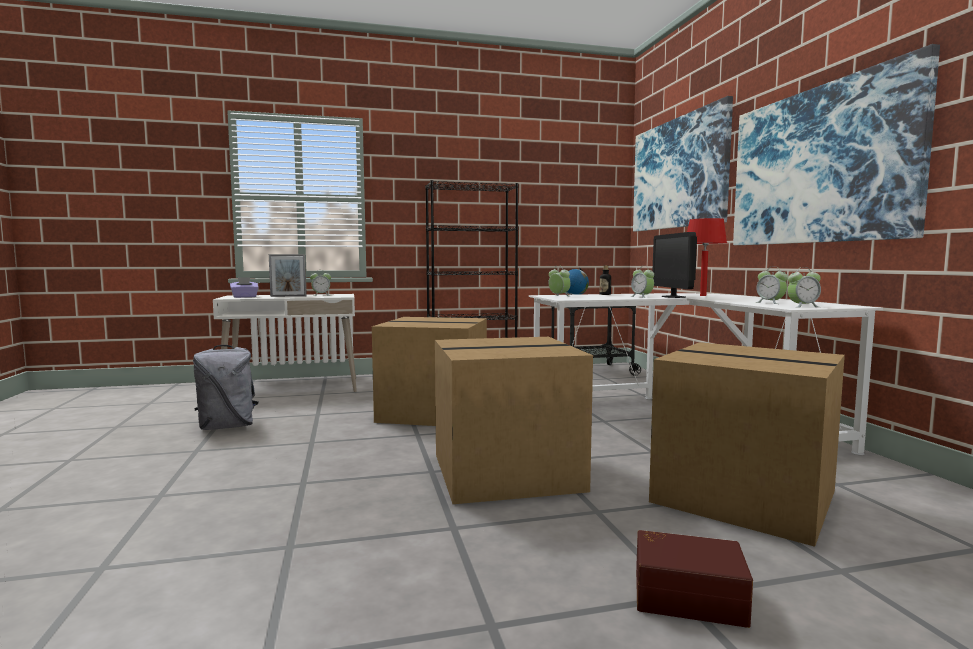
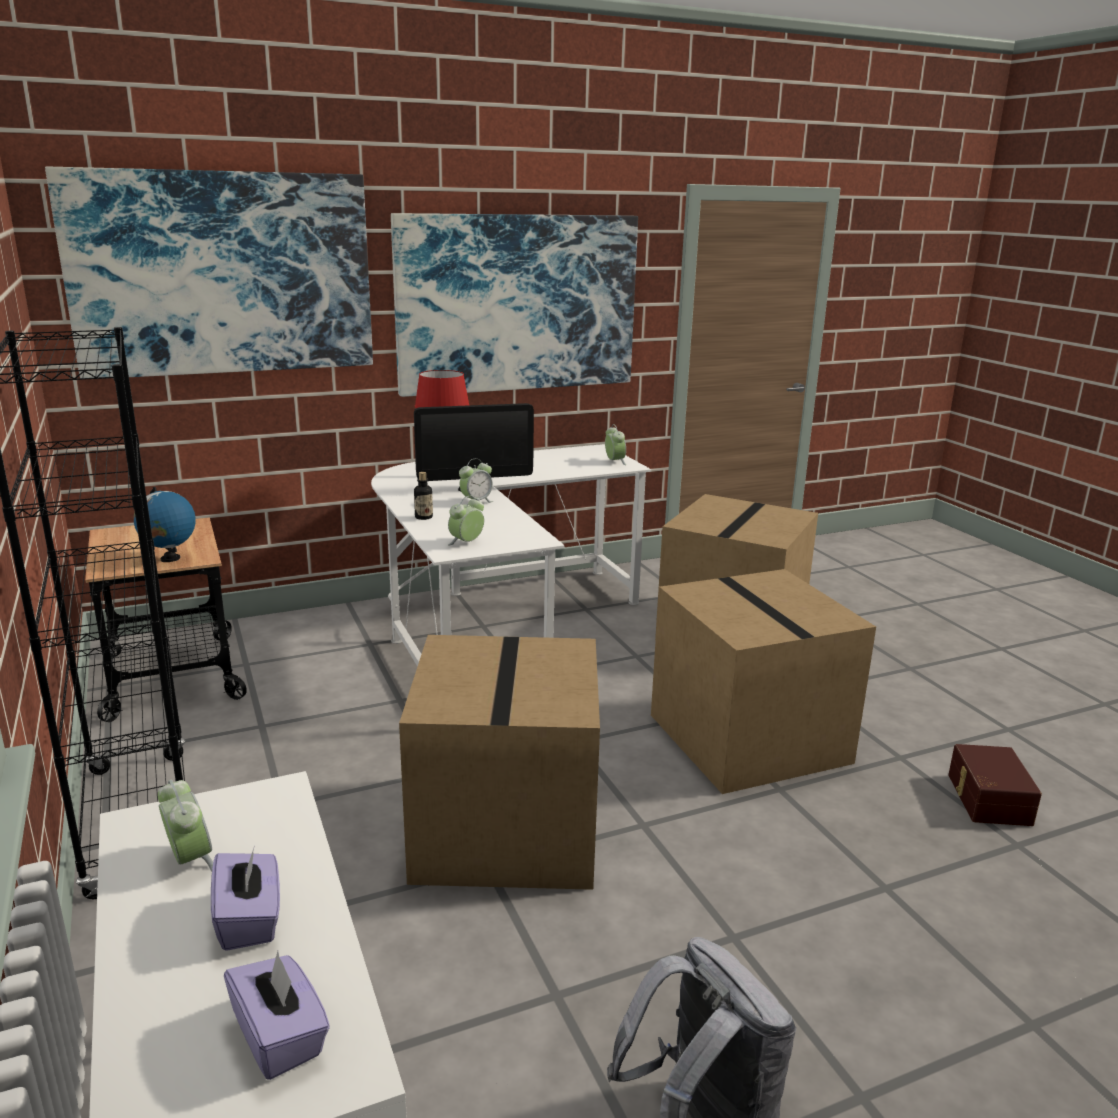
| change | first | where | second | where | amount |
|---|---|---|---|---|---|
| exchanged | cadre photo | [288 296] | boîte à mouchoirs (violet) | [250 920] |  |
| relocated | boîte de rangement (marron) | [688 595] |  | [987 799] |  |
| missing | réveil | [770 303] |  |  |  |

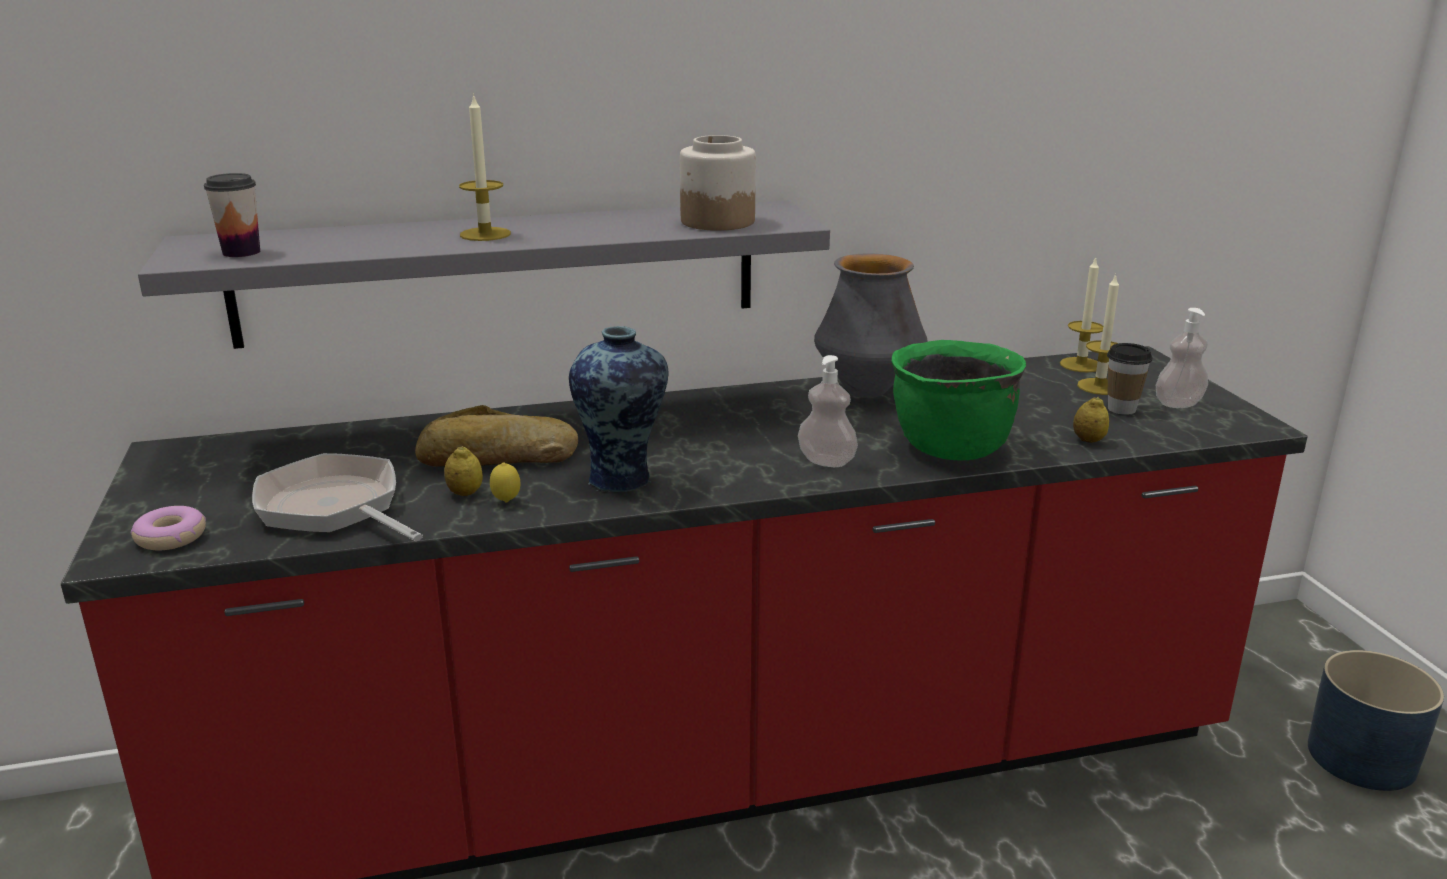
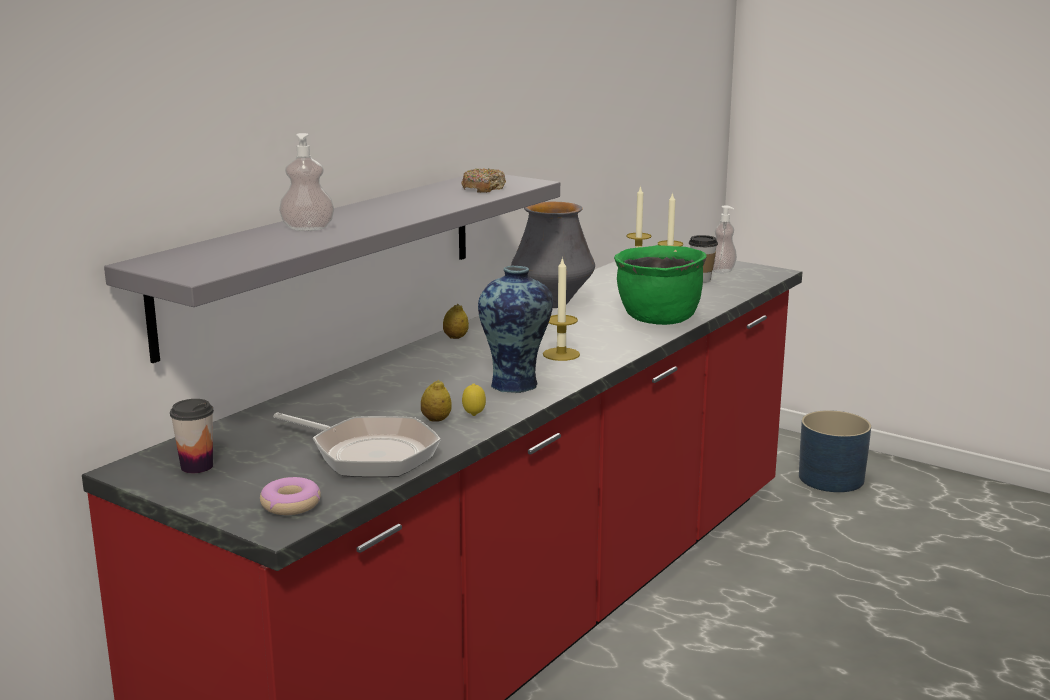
| change | first | where | second | where | amount |
|---|---|---|---|---|---|
| relocated | tasse | [241 252] |  | [197 466] |  |
| spun | poêle | [335 508] |  | [368 454] | 150 degrees counterclockwise |
| missing | pain | [497 458] |  |  |  |
| relocated | bougie | [485 234] |  | [561 354] |  |
| exchanged | bocal | [717 221] | beignet | [483 188] |  |
| relocated | distributeur de savon | [826 461] |  | [307 229] |  |
| relocated | citron | [1088 440] |  | [455 337] |  |

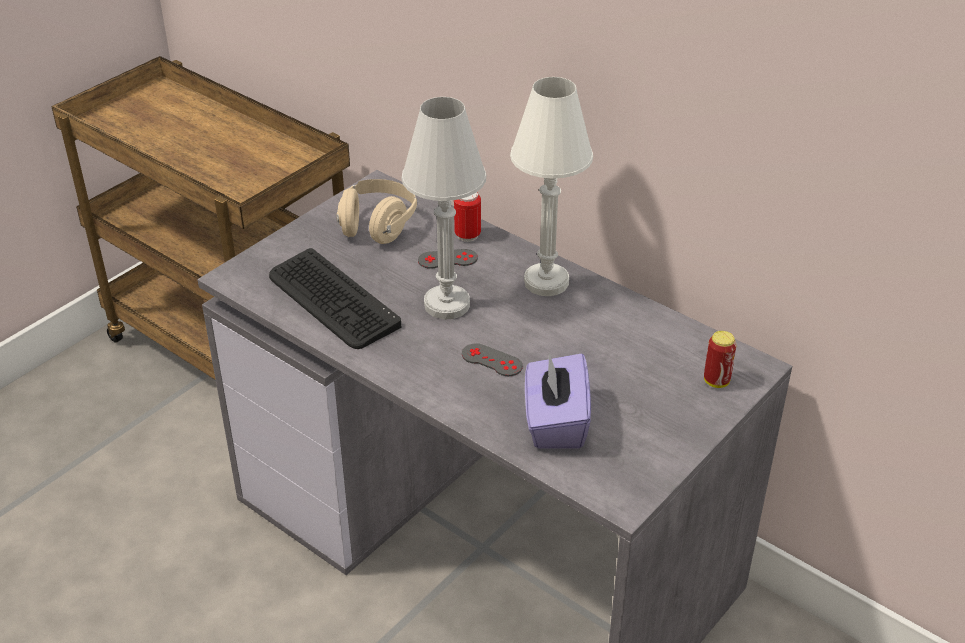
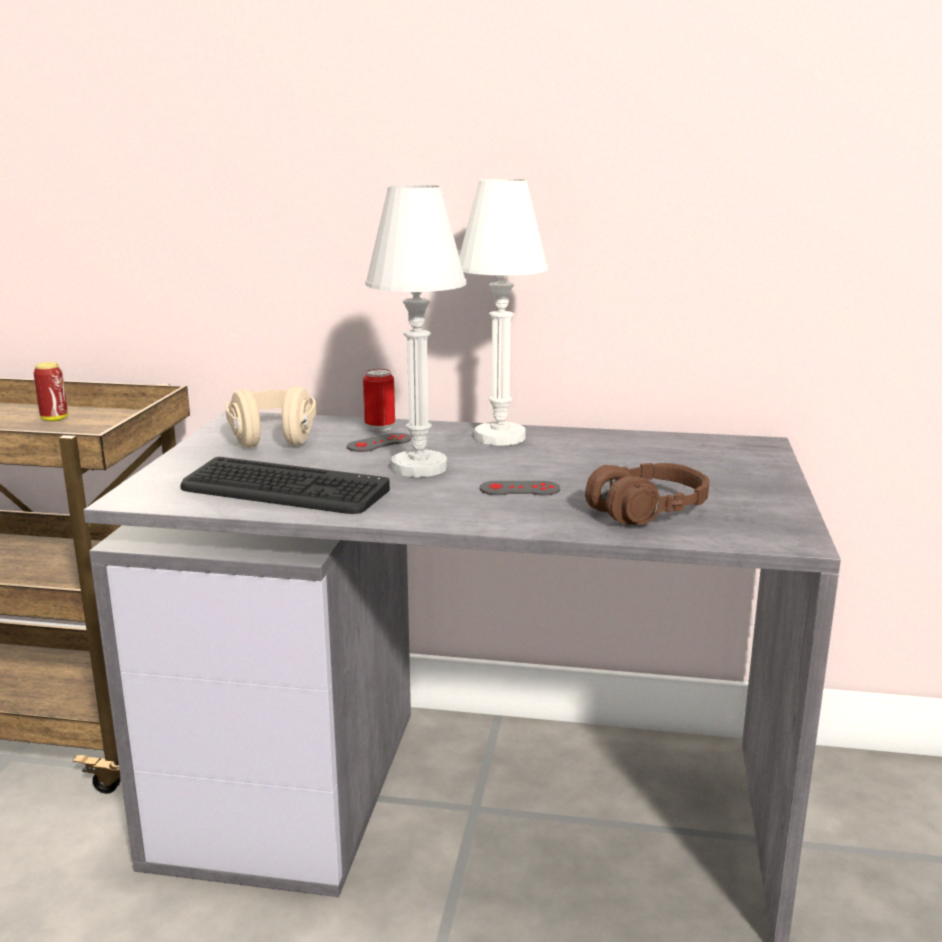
| change | first | where | second | where | amount |
|---|---|---|---|---|---|
| exchanged | boîte à mouchoirs (violet) | [555 423] | casque audio (marron) | [646 510] |  |
| relocated | boîte métallique | [716 381] |  | [54 419] |  |

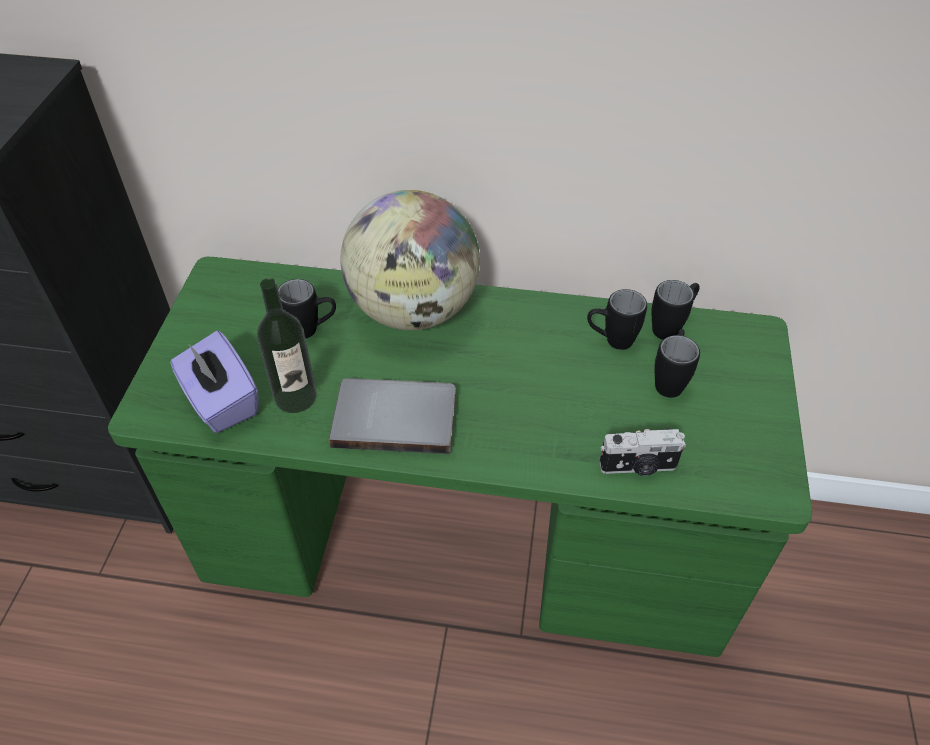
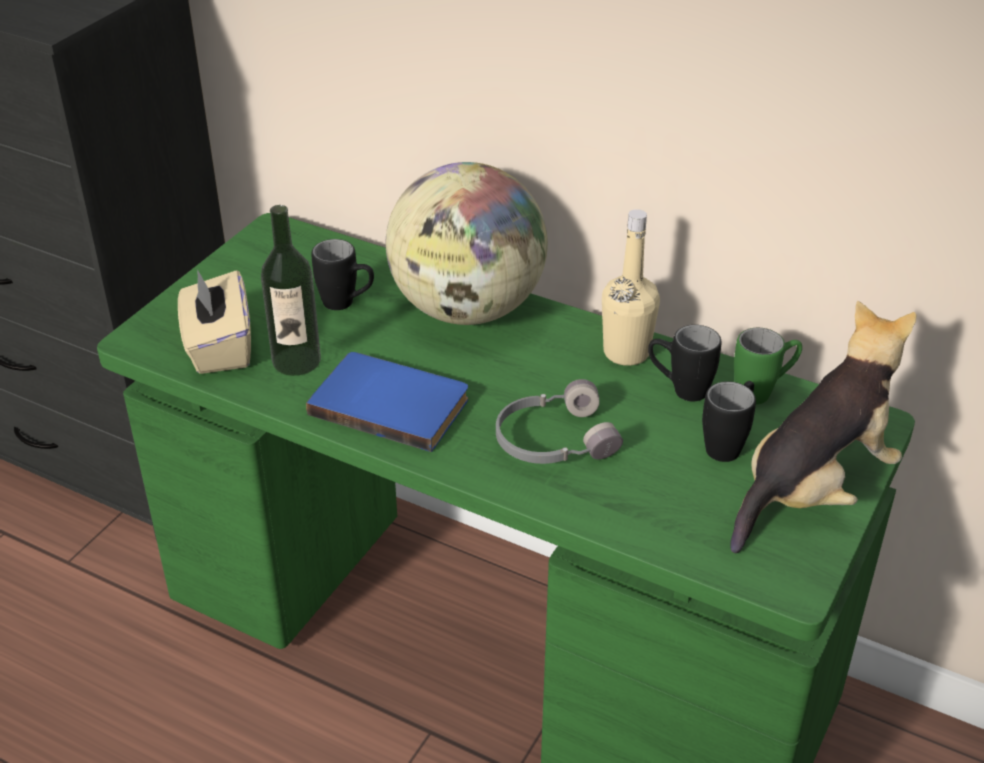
| change | first | where | second | where | amount |
|---|---|---|---|---|---|
| colour | boîte à mouchoirs (violet) | [221 401] | boîte à mouchoirs (beige) | [219 347] |  |
| colour | livre (gris) | [395 416] | livre (bleu) | [392 403] |  |
| missing | appareil photo | [638 467] |  |  |  |
| colour | mug (noir) | [671 326] | mug (vert) | [763 392] |  |
| appeared |  |  | casque audio (gris) | [553 439] |  |
| appeared |  |  | bouteille (beige) | [626 353] |  |
| appeared |  |  | peluche | [813 489] |  |

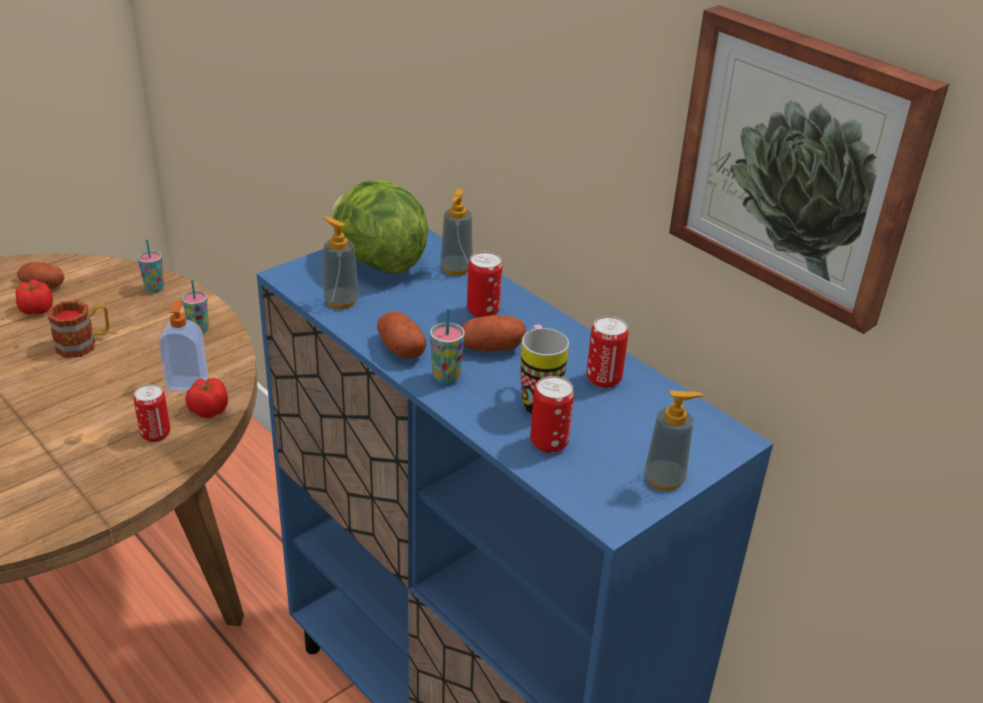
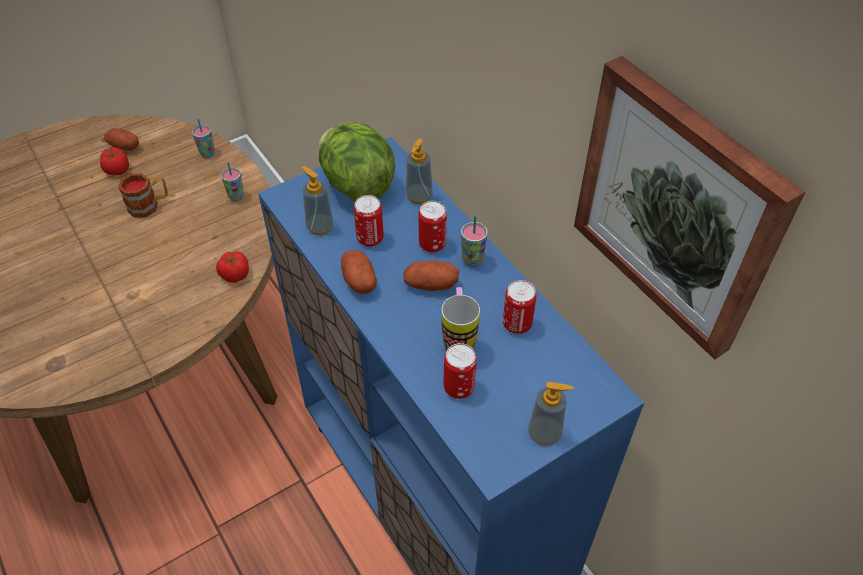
| change | first | where | second | where | amount |
|---|---|---|---|---|---|
| relocated | boîte métallique | [155 434] |  | [370 238] |  |
| missing | distributeur de savon | [188 383] |  |  |  |
| relocated | tasse | [446 377] |  | [472 260] |  |

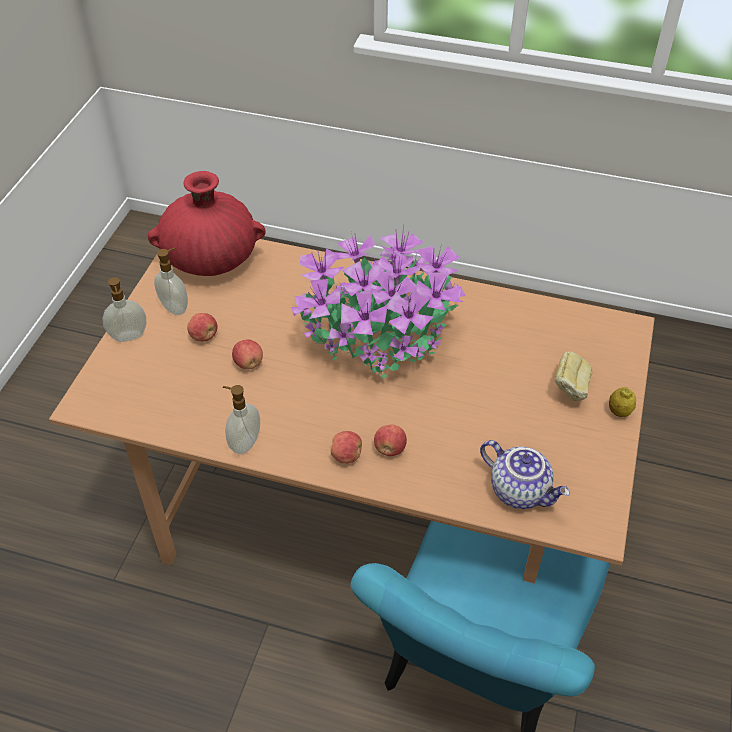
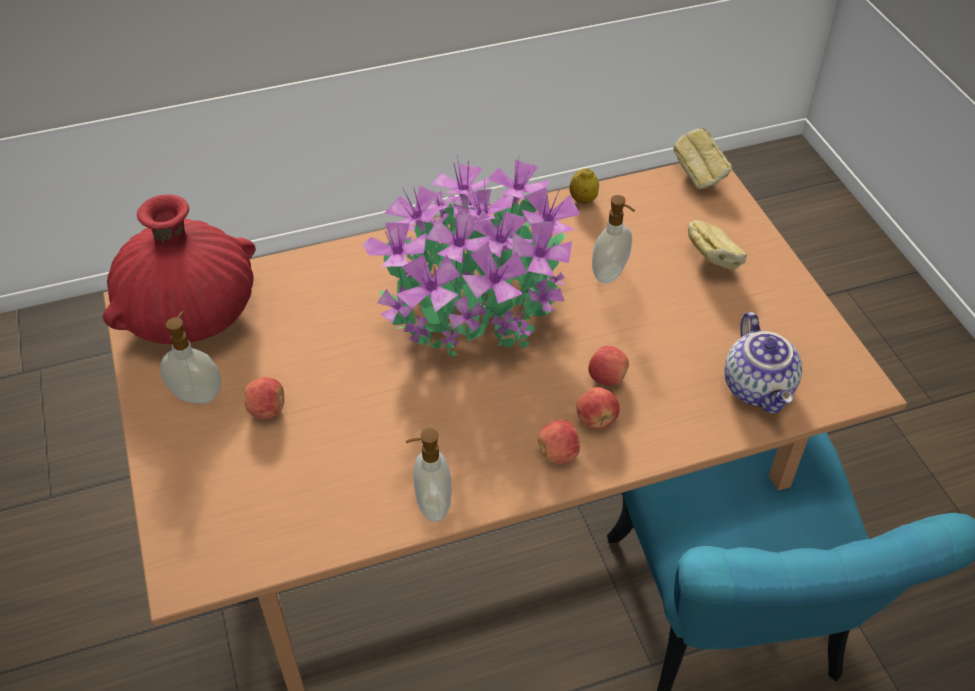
| change | first | where | second | where | amount |
|---|---|---|---|---|---|
| relocated | distributeur de savon | [129 337] |  | [610 274] |  |
| relocated | pomme | [248 363] |  | [606 377] |  |
| spun | théière | [520 490] |  | [759 388] | 75 degrees clockwise |
| relocated | citron | [619 411] |  | [583 200] |  |
| appeared |  |  | pain | [699 177] |  |

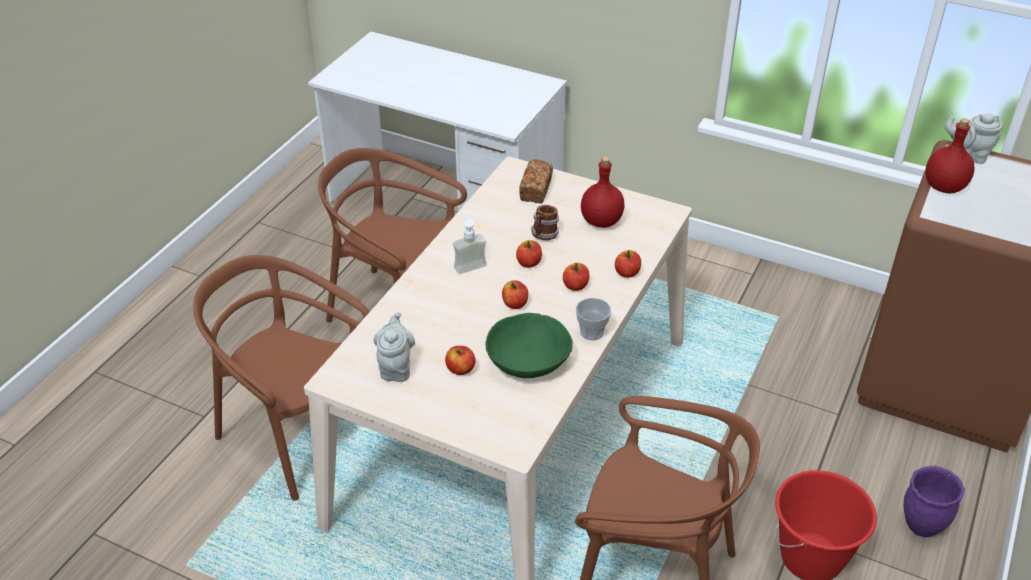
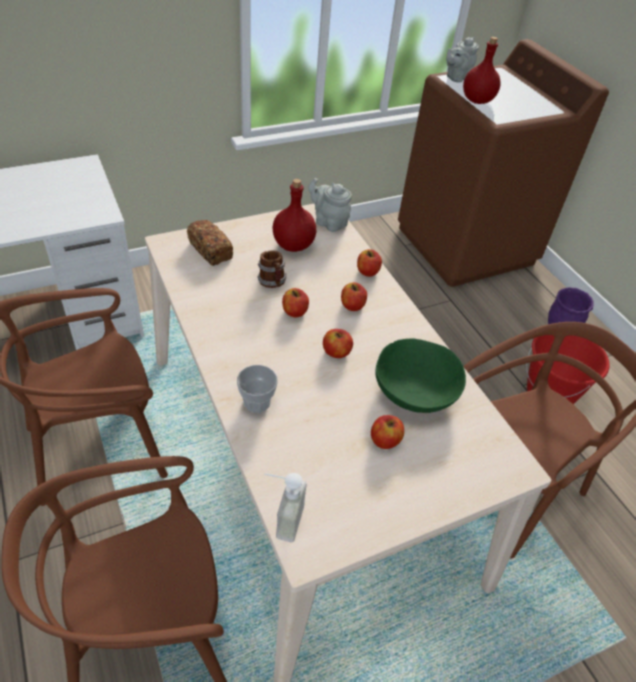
| change | first | where | second | where | amount |
|---|---|---|---|---|---|
| relocated | théière (gris) | [396 367] |  | [328 222] |  |
| relocated | distributeur de savon | [467 263] |  | [281 519] |  |
| relocated | tasse | [592 332] |  | [257 402] |  |

